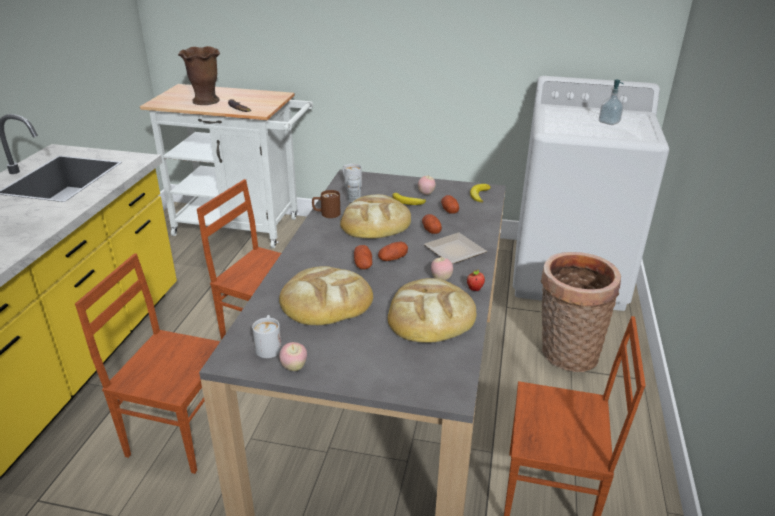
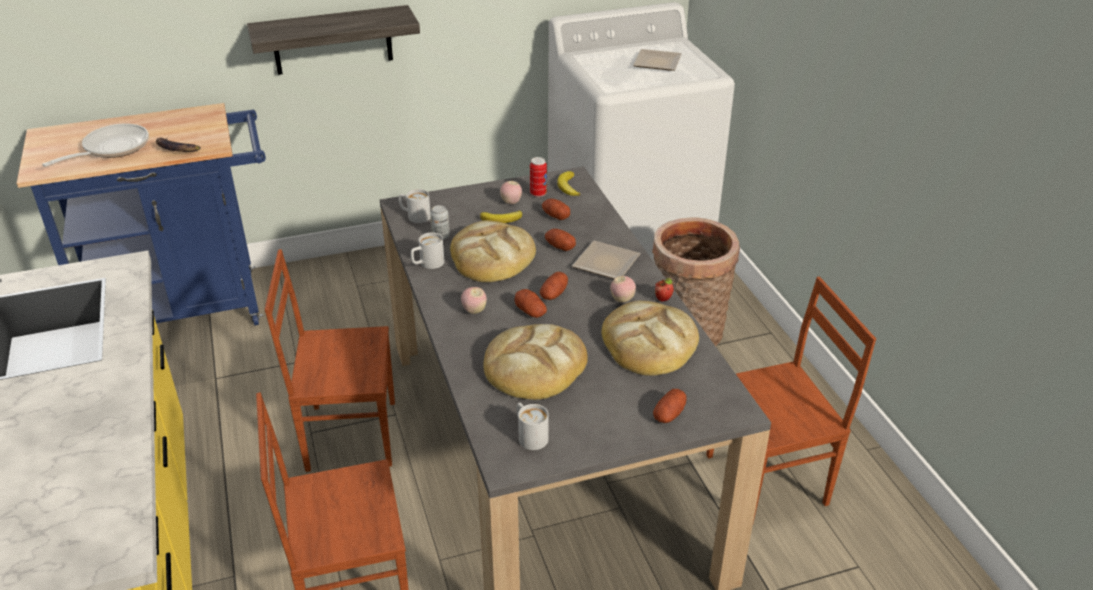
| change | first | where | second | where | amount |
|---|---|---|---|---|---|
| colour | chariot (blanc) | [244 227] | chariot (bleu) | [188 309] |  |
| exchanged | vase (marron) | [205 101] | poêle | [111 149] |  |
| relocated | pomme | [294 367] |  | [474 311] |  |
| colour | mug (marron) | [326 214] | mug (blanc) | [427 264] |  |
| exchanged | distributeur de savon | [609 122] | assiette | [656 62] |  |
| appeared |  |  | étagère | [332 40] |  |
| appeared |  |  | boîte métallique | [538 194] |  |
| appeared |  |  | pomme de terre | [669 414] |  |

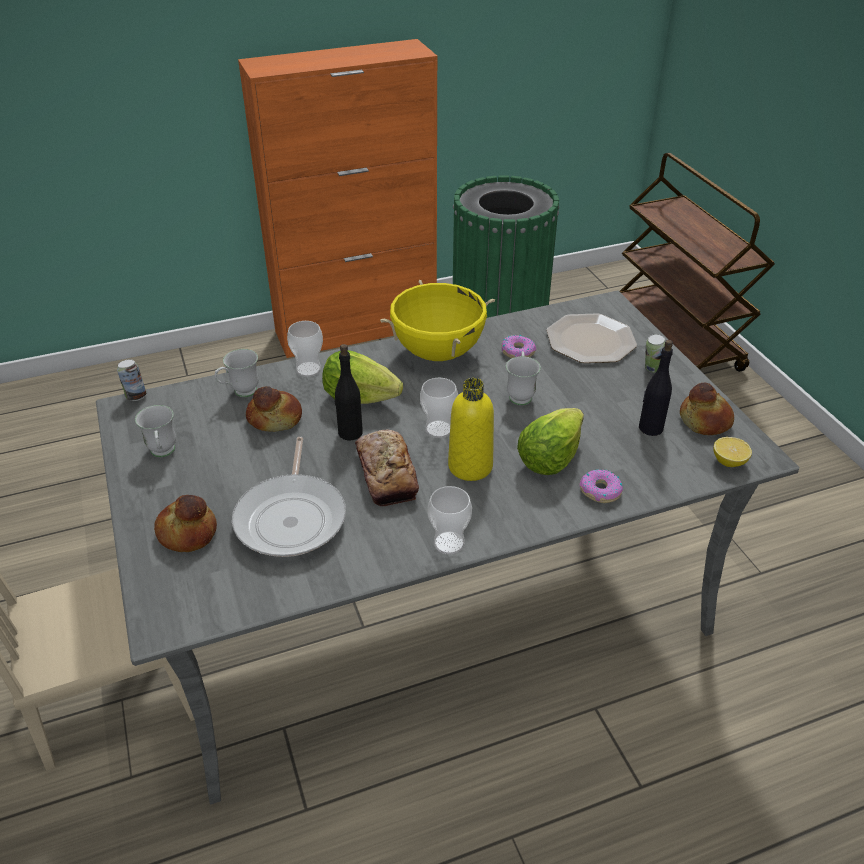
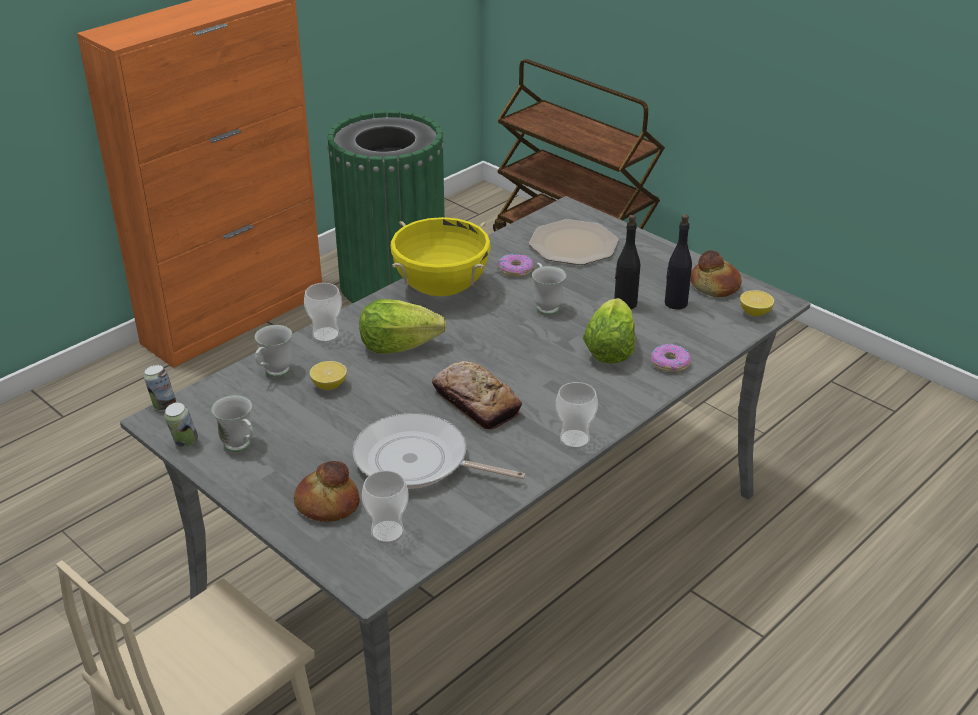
| change | first | where | second | where | amount |
|---|---|---|---|---|---|
| spun | poêle | [292 517] |  | [418 462] | 135 degrees clockwise |
| exchanged | pain | [275 418] | citron | [329 385] |  |
| relocated | bouteille (noir) | [350 432] |  | [625 304] |  |
| relocated | tasse | [438 429] |  | [387 532] |  |
| missing | bouteille (jaune) | [470 466] |  |  |  |
| relocated | boîte métallique | [652 369] |  | [184 443] |  |

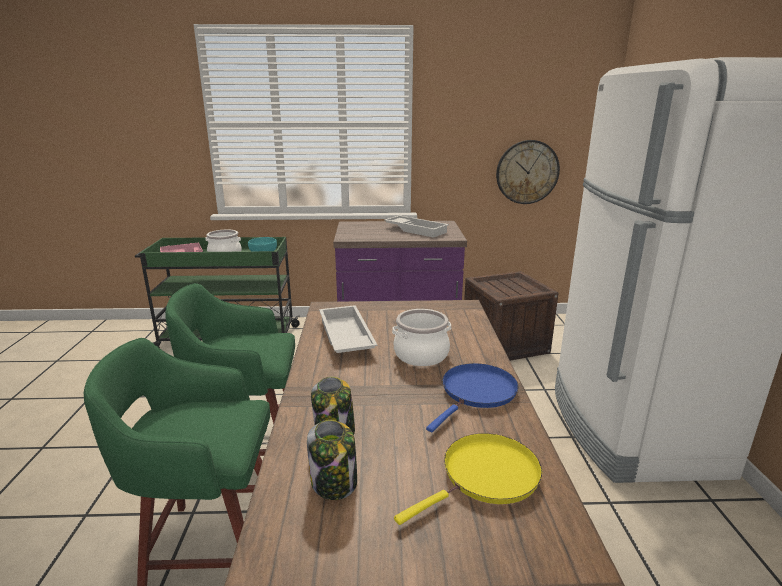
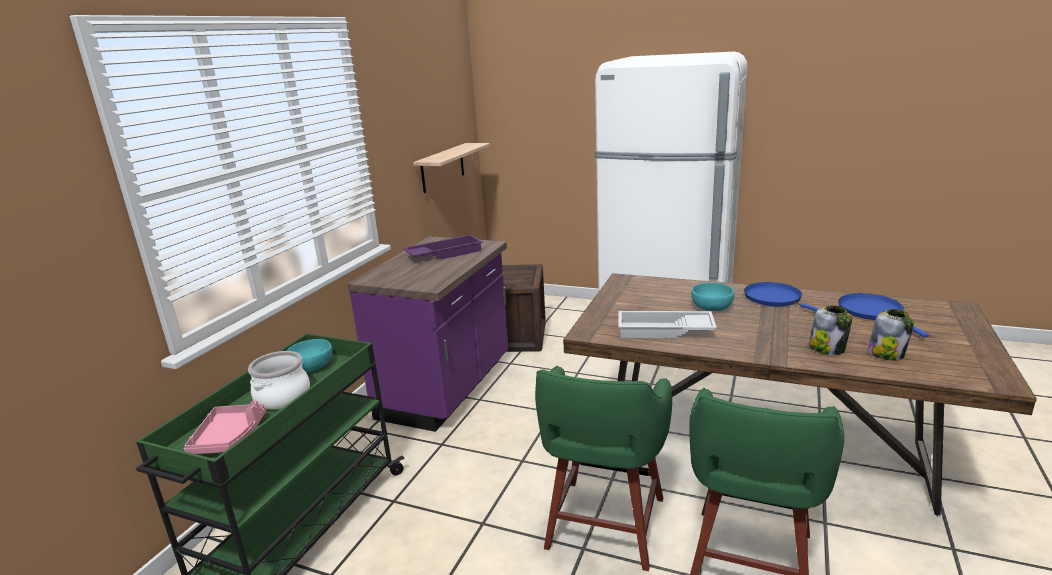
| change | first | where | second | where | amount |
|---|---|---|---|---|---|
| colour | plateau (blanc) | [416 230] | plateau (violet) | [444 253] |  |
| exchanged | marmite | [421 354] | bol (turquoise) | [711 307] |  |
| colour | poêle (jaune) | [486 476] | poêle (bleu) | [873 312] |  |
| exchanged | horloge murale | [527 172] | étagère | [442 167] |  |

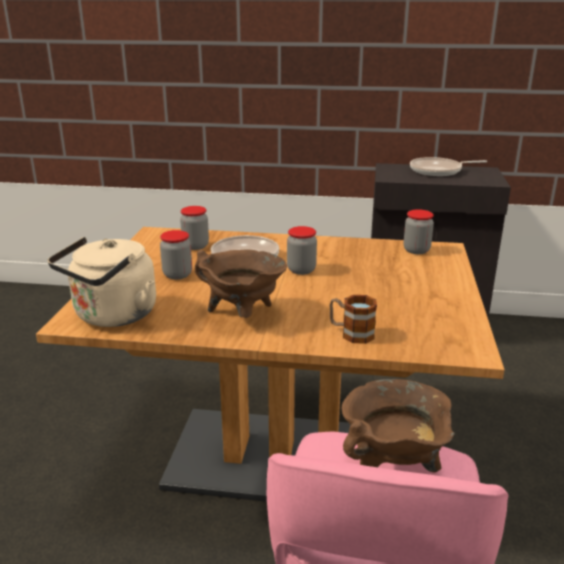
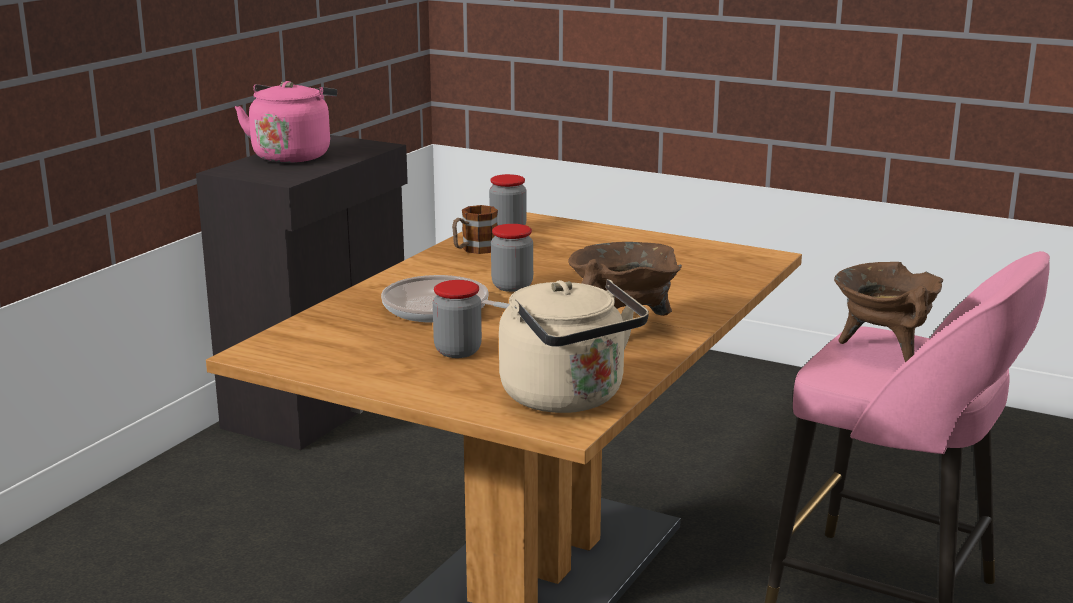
| change | first | where | second | where | amount |
|---|---|---|---|---|---|
| missing | bocal | [195 246] |  |  |  |
| relocated | mug | [351 333] |  | [474 250] |  |
| exchanged | poêle | [438 171] | bouilloire (rose) | [292 155] |  |

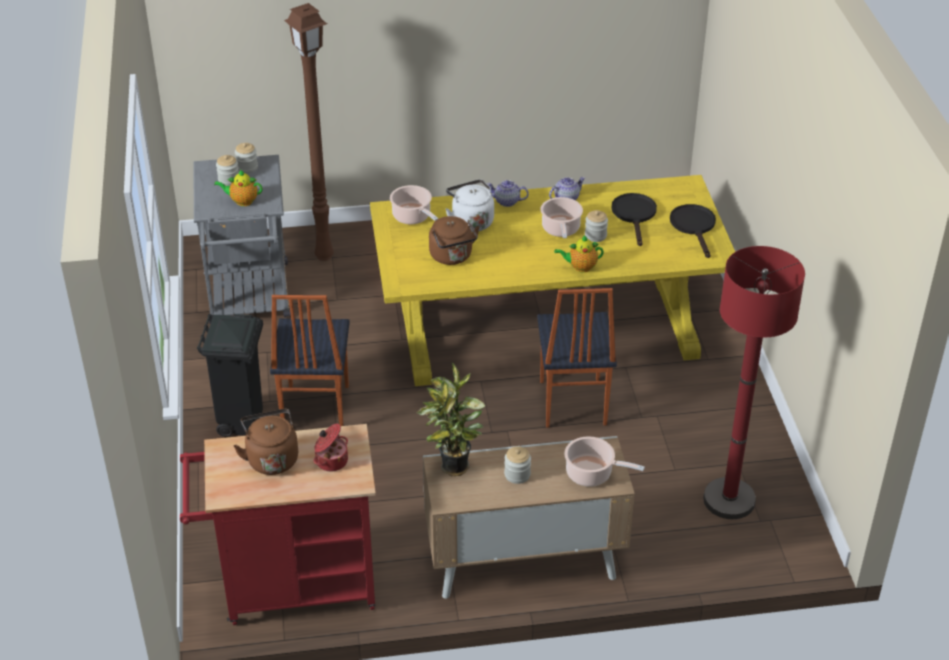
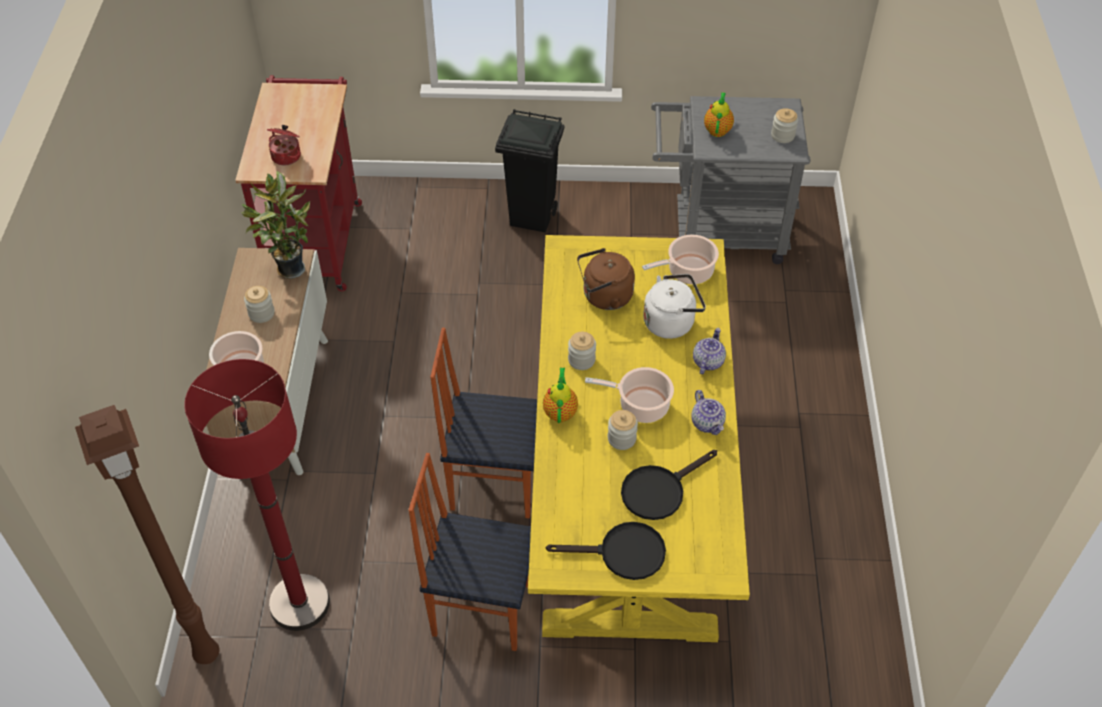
| change | first | where | second | where | amount |
|---|---|---|---|---|---|
| relocated | bocal | [229 180] |  | [581 360] |  |
| missing | bouilloire (marron) | [271 458] |  |  |  |
| relocated | chaise | [314 409] |  | [481 608] |  |
| relocated | lampadaire (marron) | [324 255] |  | [209 655] |  |
| spun | poêle (noir) | [634 215] |  | [659 490] | 135 degrees clockwise |

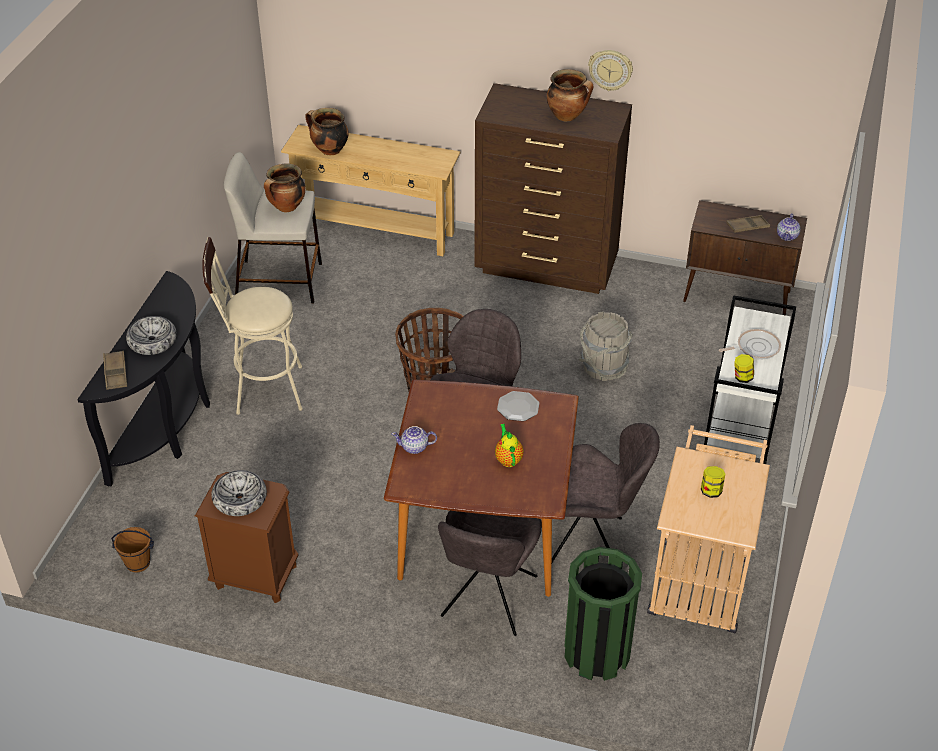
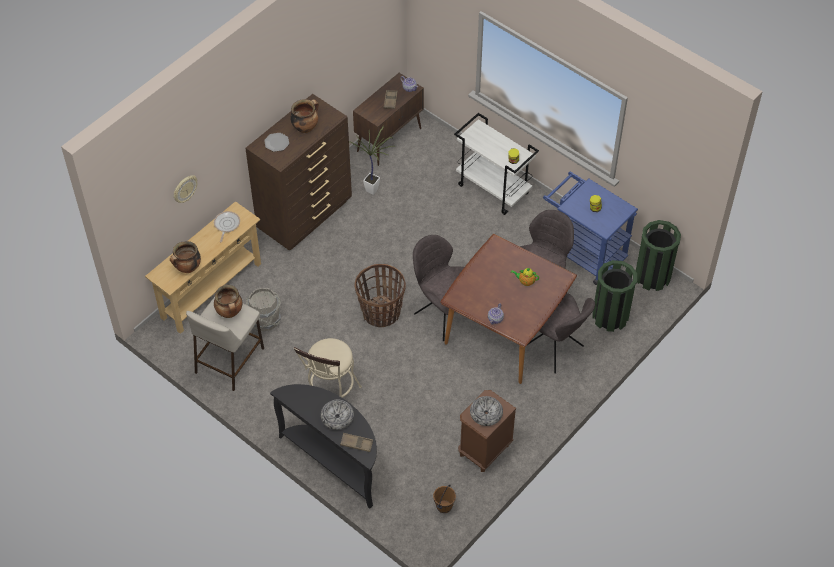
| change | first | where | second | where | amount |
|---|---|---|---|---|---|
| relocated | assiette | [518 407] |  | [276 142] |  |
| relocated | seau (gris) | [603 367] |  | [265 320] |  |
| relocated | horloge murale | [610 69] |  | [184 189] |  |
| colour | chariot (beige) | [700 576] | chariot (bleu) | [583 253] |  |
| relocated | poêle | [755 347] |  | [226 225] |  |
| appeared |  |  | plante en pot | [374 189] |  |
| appeared |  |  | poubelle (vert) | [652 276] |  |

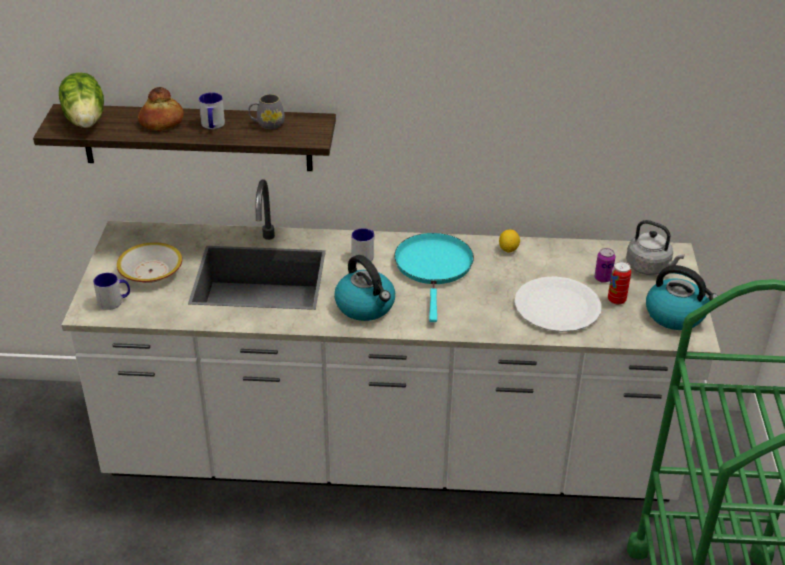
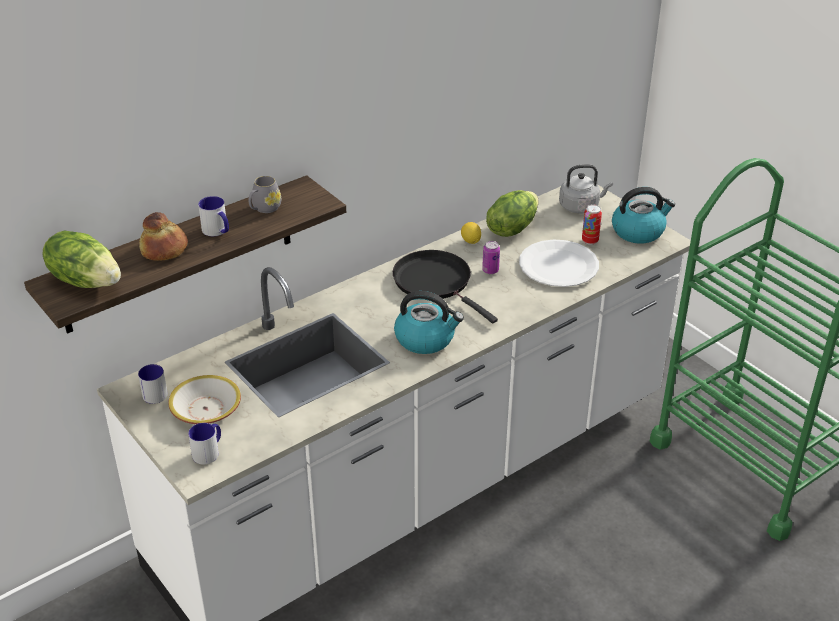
| change | first | where | second | where | amount |
|---|---|---|---|---|---|
| relocated | mug | [365 254] |  | [154 392] |  |
| colour | poêle (turquoise) | [434 267] | poêle (noir) | [436 282] |  |
| relocated | boîte métallique | [602 278] |  | [490 270] |  |
| appeared |  |  | laitue | [511 228] |  |

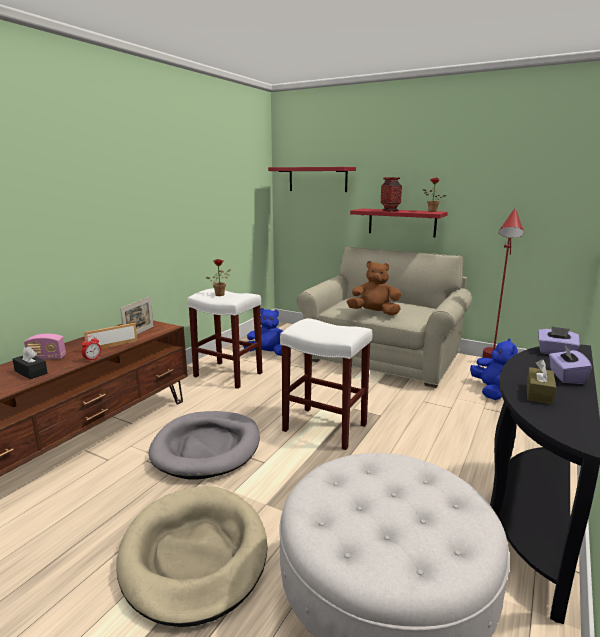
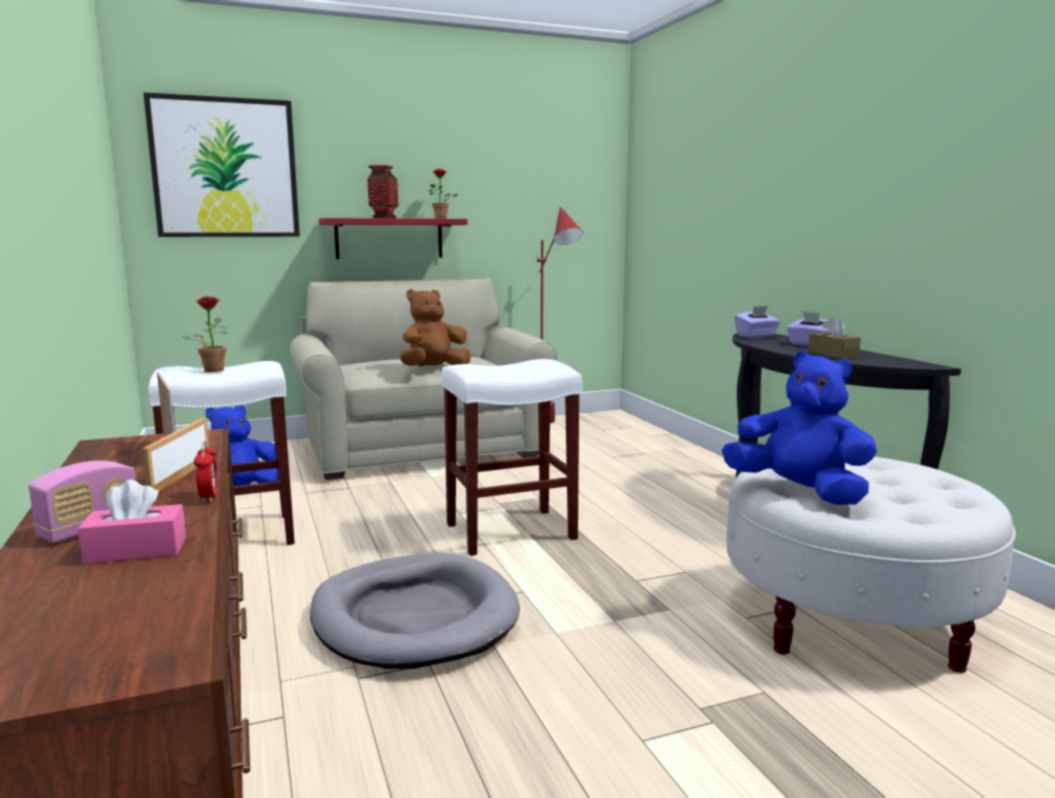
| change | first | where | second | where | amount |
|---|---|---|---|---|---|
| colour | boîte à mouchoirs (noir) | [31 372] | boîte à mouchoirs (rose) | [136 550] |  |
| missing | panier pour chien (beige) | [194 555] |  |  |  |
| exchanged | étagère (rouge) | [317 179] | tableau | [225 168] |  |
| relocated | peluche (bleu) | [491 391] |  | [799 492] |  |

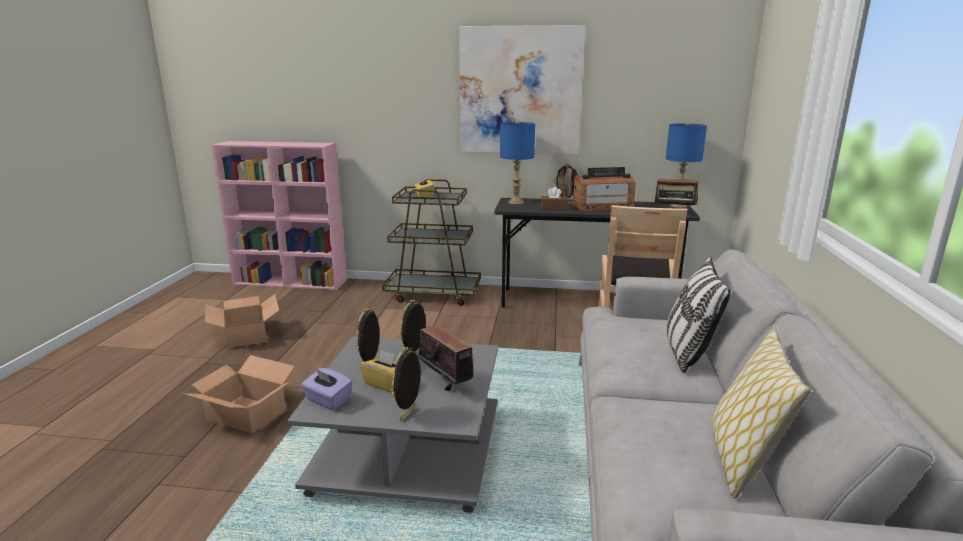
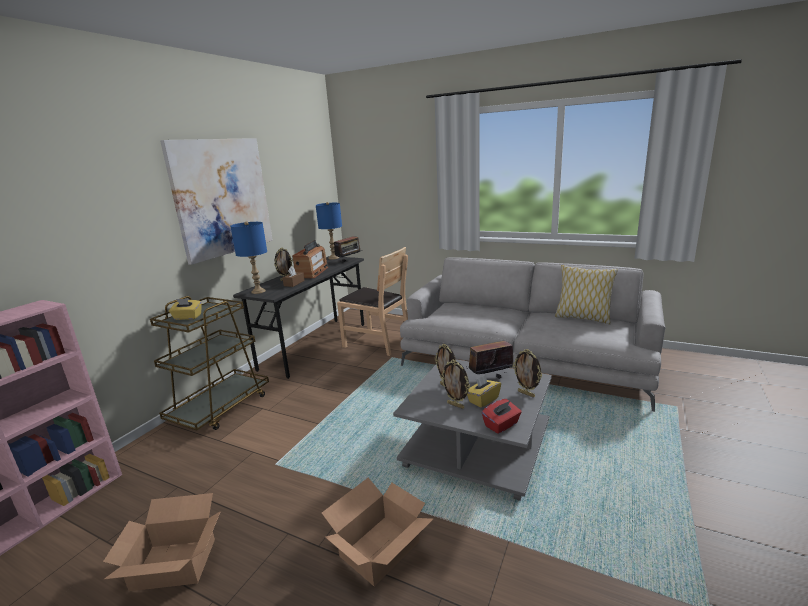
| change | first | where | second | where | amount |
|---|---|---|---|---|---|
| colour | boîte à mouchoirs (violet) | [327 400] | boîte à mouchoirs (rouge) | [501 425] |  |
| missing | coussin | [687 353] |  |  |  |

